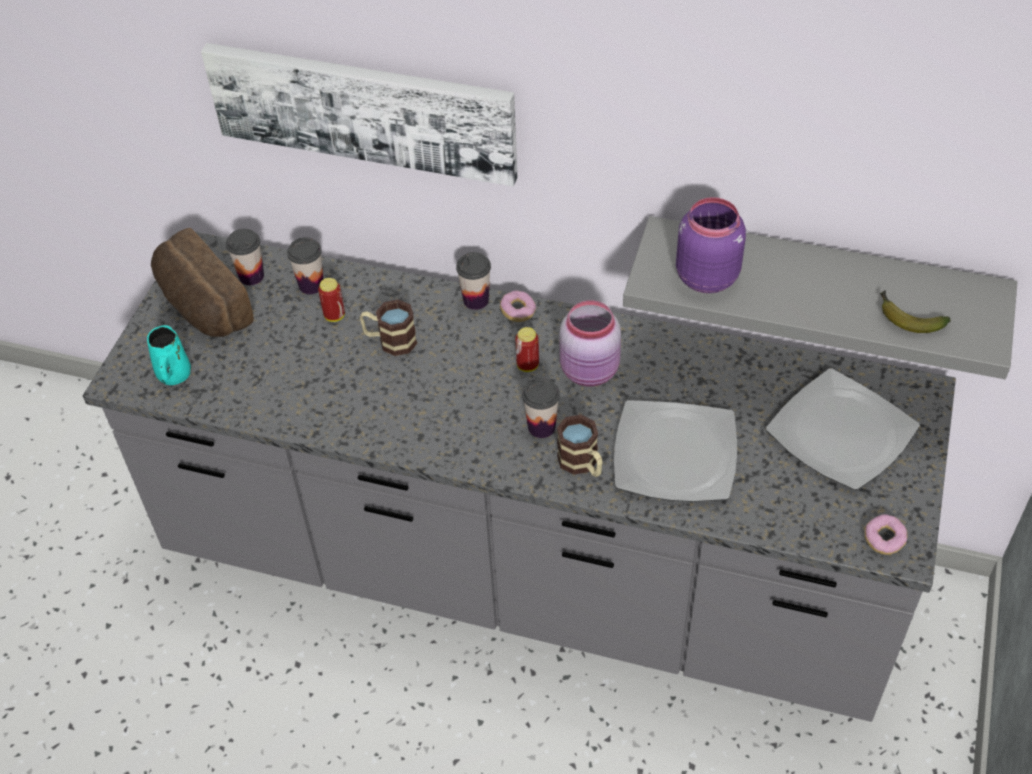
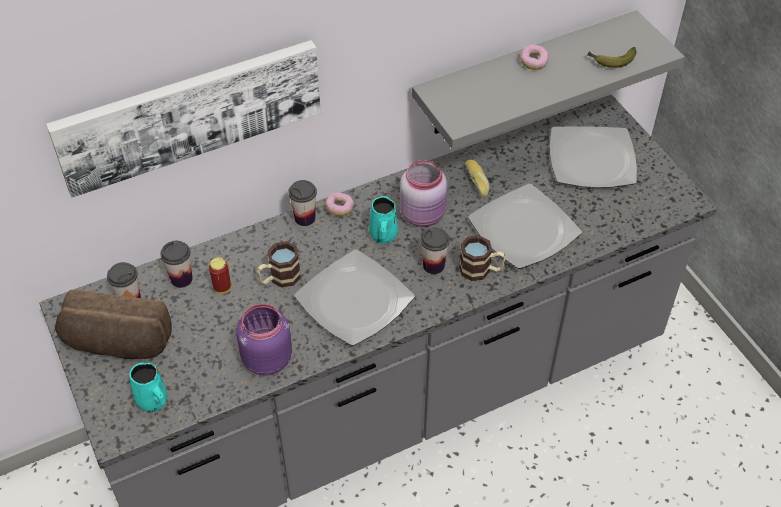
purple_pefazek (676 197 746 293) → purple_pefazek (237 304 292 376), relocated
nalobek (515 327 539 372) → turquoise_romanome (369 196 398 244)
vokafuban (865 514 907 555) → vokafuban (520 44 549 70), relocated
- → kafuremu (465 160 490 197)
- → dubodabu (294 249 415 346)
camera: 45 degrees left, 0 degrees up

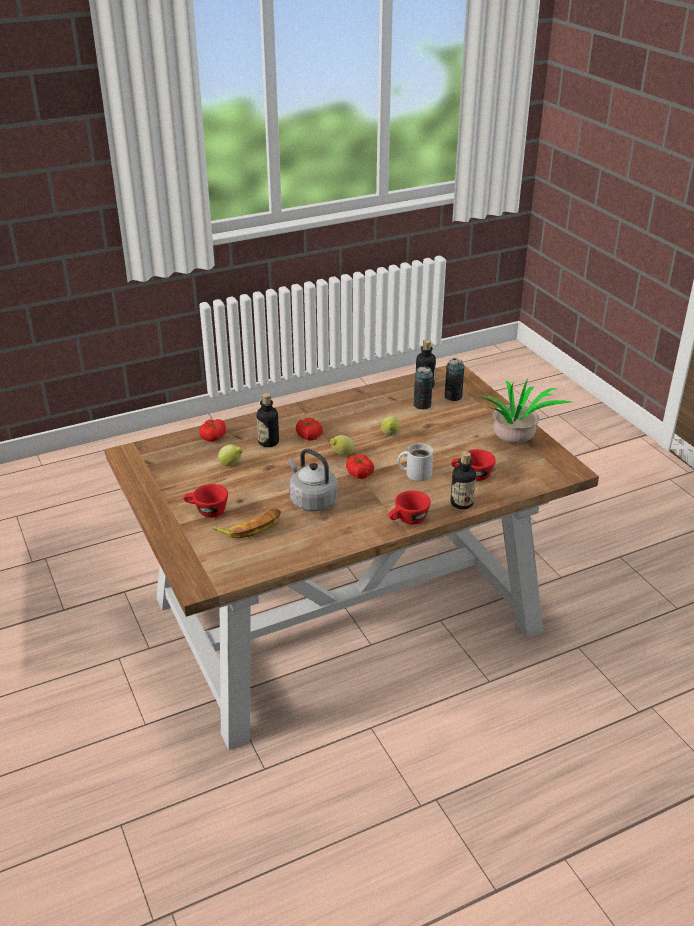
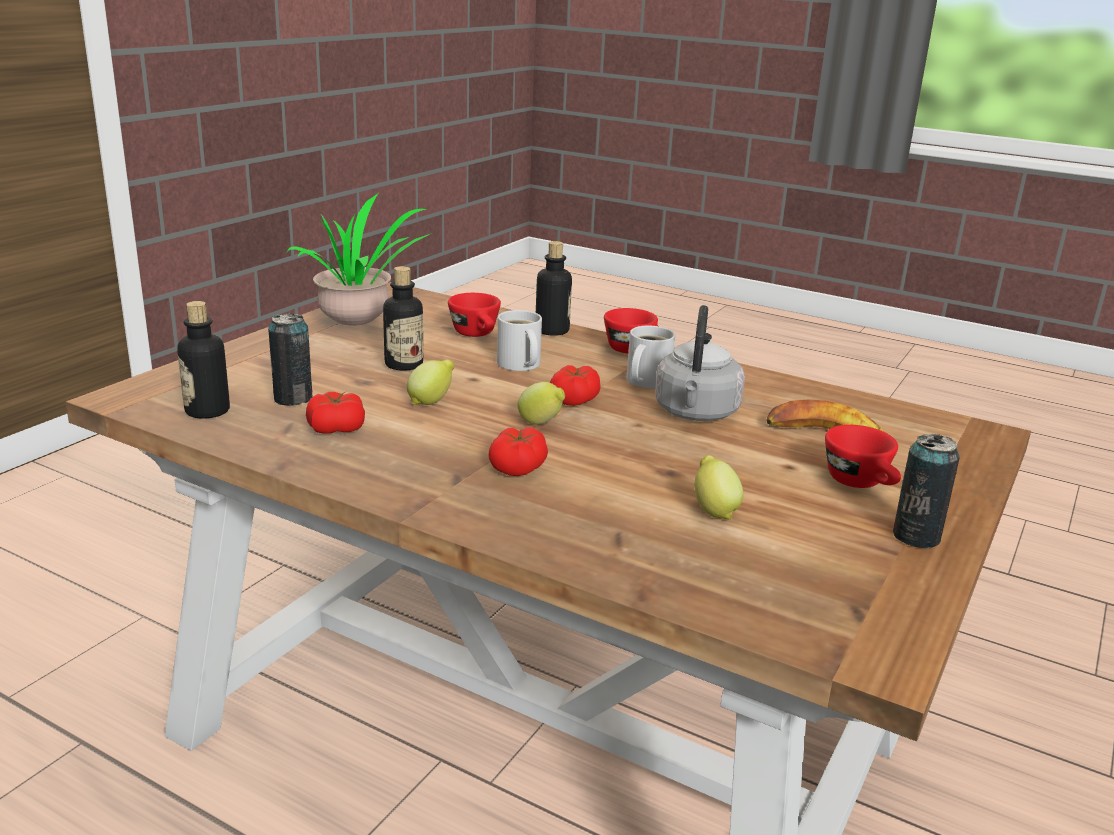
nalobek (444 358 464 401) → nalobek (893 434 960 548), relocated
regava (257 393 279 447) → regava (383 266 423 371), relocated
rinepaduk (199 419 226 442) → rinepaduk (306 392 365 434), relocated
- → white_romanome (627 326 675 388)
camera: 125 degrees left, 10 degrees down

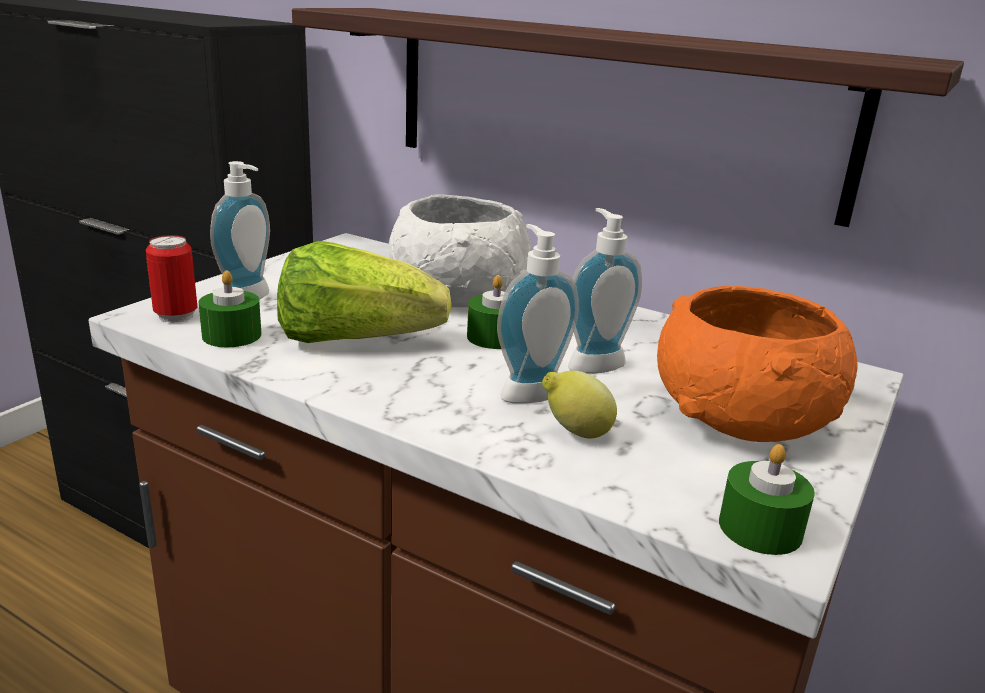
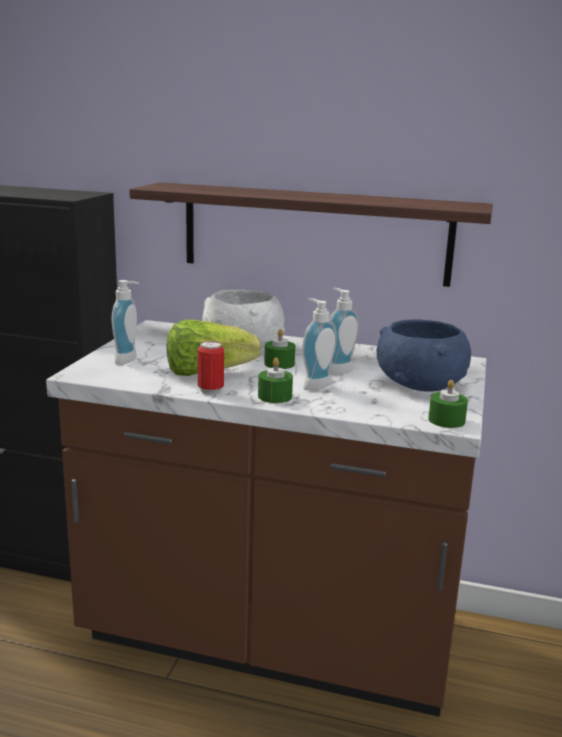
nalobek (146 235 197 323) → nalobek (198 341 224 394), relocated
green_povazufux (198 270 262 347) → green_povazufux (258 358 293 403), relocated
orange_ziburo (657 286 858 442) → blue_ziburo (377 319 471 391)
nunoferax (542 371 617 439) → -
camera: 15 degrees left, 5 degrees down

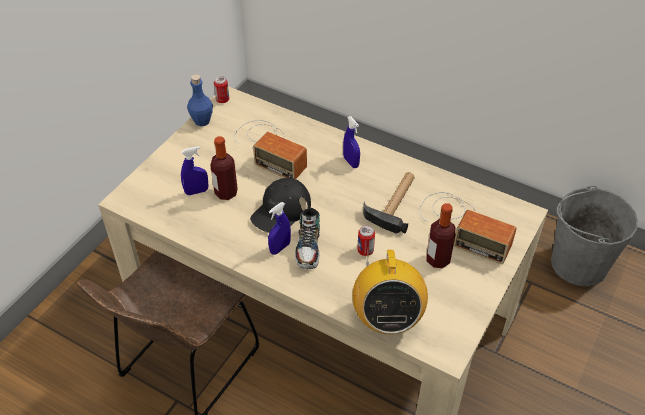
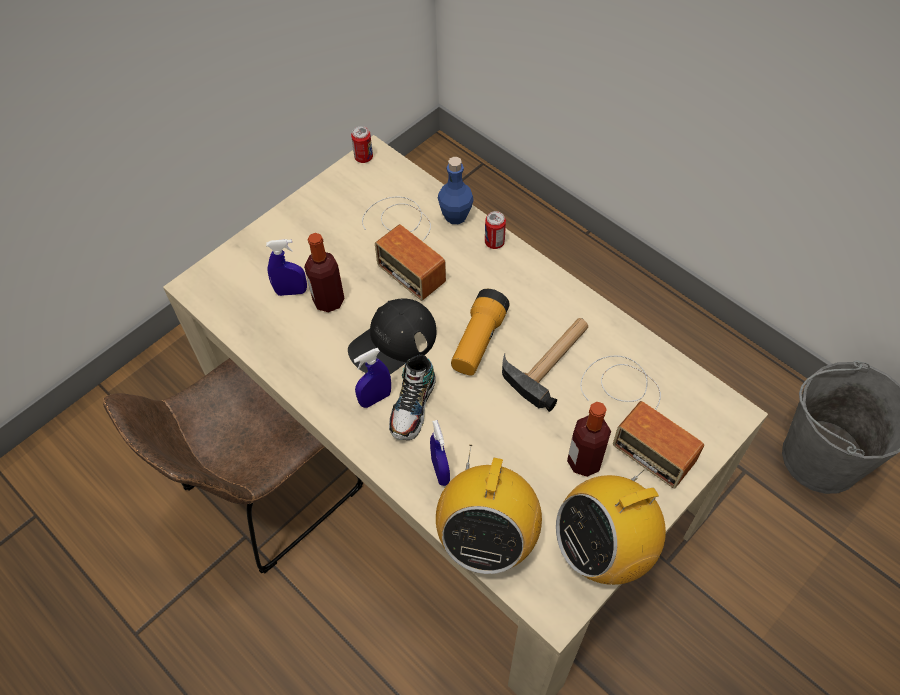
blue_regava (187 74 213 126) → blue_regava (438 157 474 224), relocated
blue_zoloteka (343 116 360 168) → blue_zoloteka (430 420 450 486), relocated
nalobek (357 225 375 256) → nalobek (485 211 506 249), relocated
- → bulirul (451 289 510 375)
- → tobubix (556 464 666 585)
camera: 15 degrees right, 10 degrees up

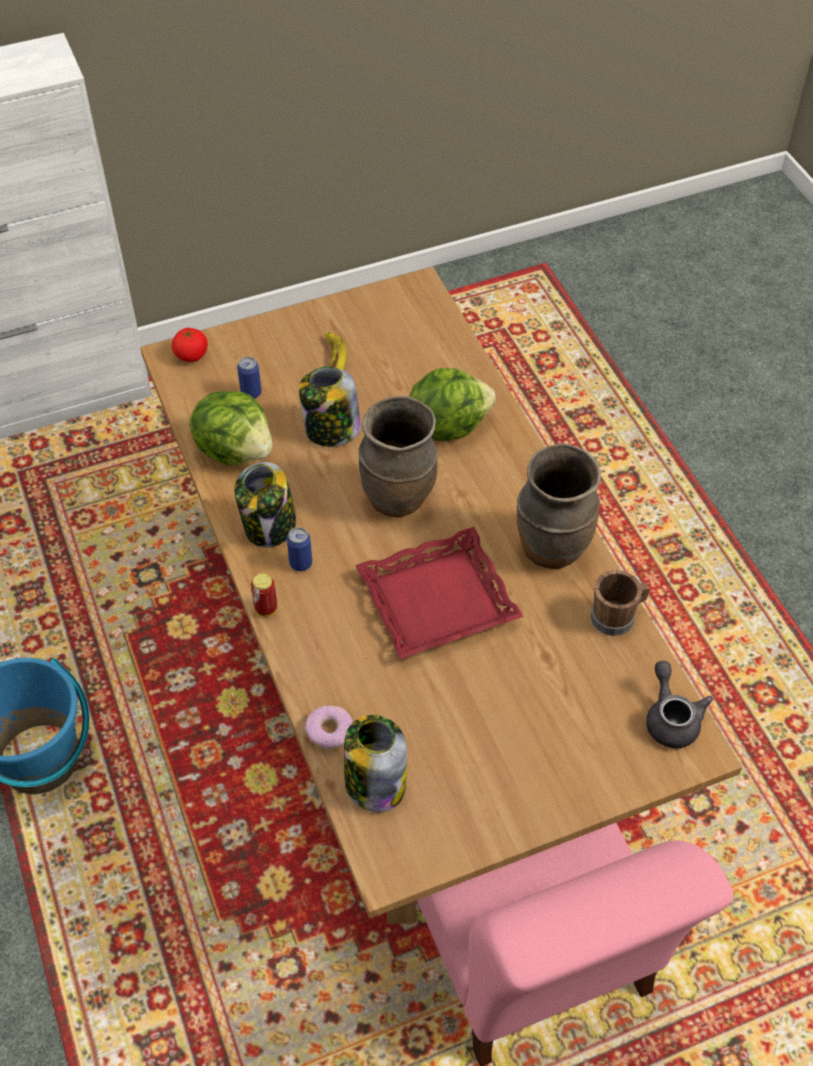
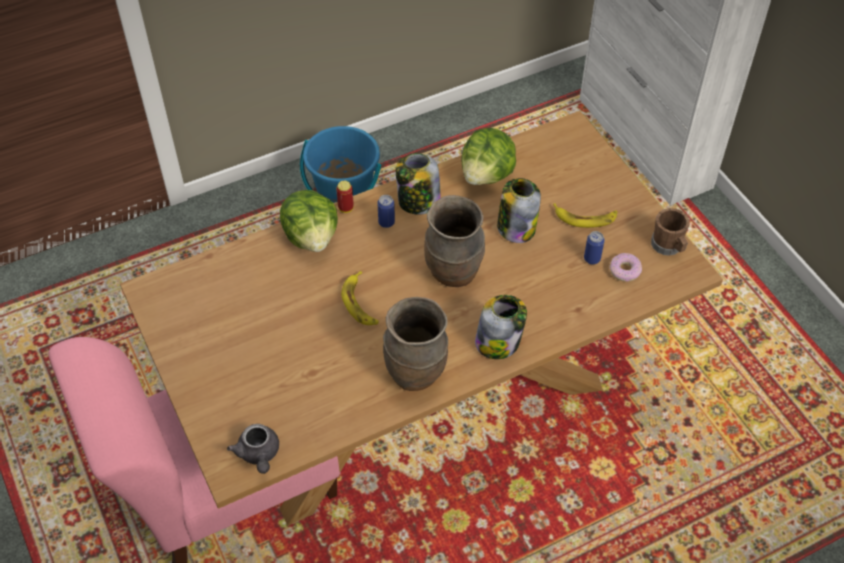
rinepaduk (172 328 208 362) → -
nalobek (237 356 262 399) → nalobek (584 231 605 264), relocated
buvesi (409 368 496 442) → buvesi (280 190 338 252), relocated
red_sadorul (355 527 523 659) → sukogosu (341 271 379 325)
brown_romanome (590 570 650 636) → brown_romanome (651 208 690 256), relocated
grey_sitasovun (646 661 713 748) → grey_sitasovun (227 424 279 474), 90 degrees clockwise
vokafuban (305 706 353 750) → vokafuban (609 253 642 282), relocated
pefazek (344 715 407 812) → pefazek (475 295 527 359), relocated
camera: 85 degrees right, 0 degrees up

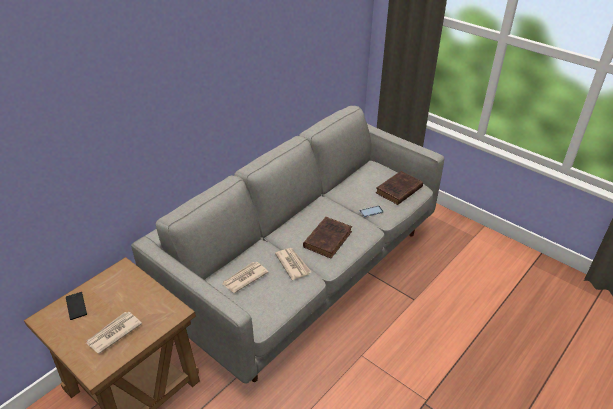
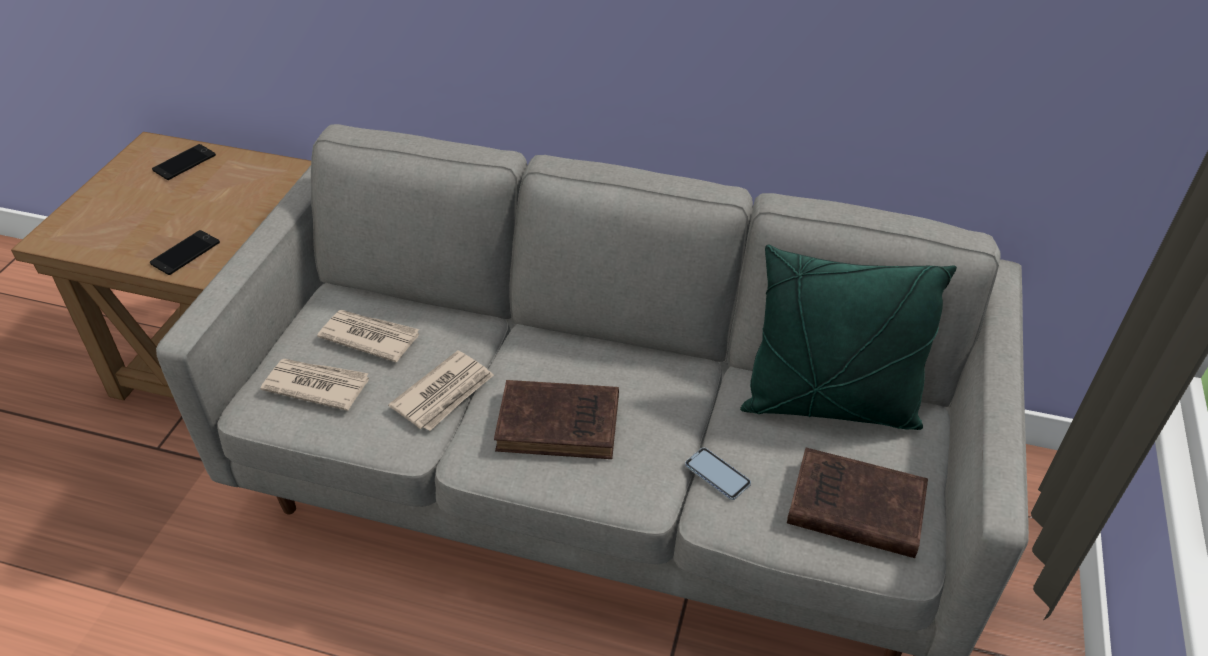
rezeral (86 312 142 354) → rezeral (260 359 369 411), relocated
- → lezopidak (150 230 220 275)
- → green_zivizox (740 244 957 430)
camera: 65 degrees right, 5 degrees up

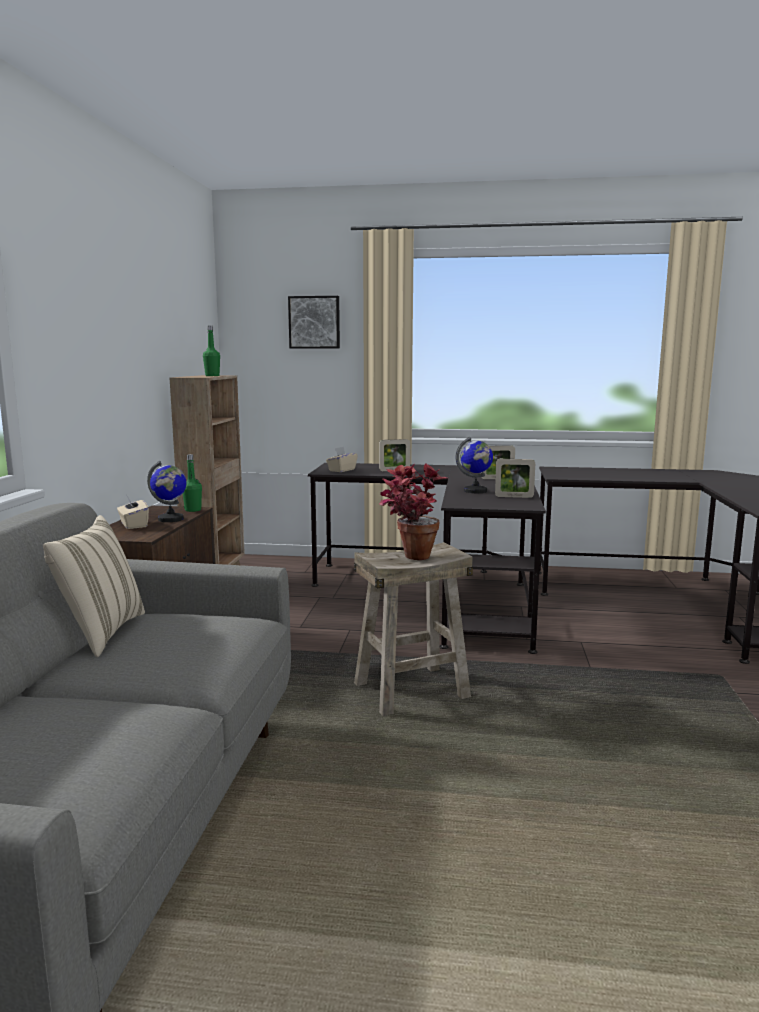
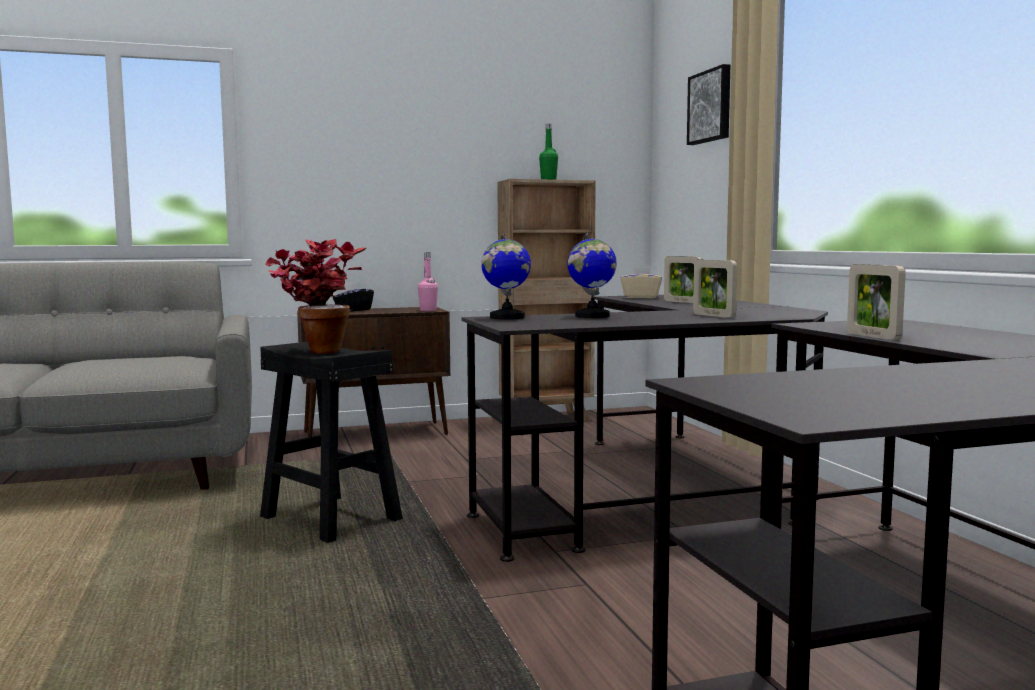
green_regava (183 454 202 512) → pink_regava (418 253 438 311)
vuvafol (495 459 535 498) → vuvafol (847 264 906 340), relocated
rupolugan (147 461 187 522) → rupolugan (481 233 531 320), relocated
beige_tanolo (117 494 149 529) → black_tanolo (333 281 374 311)
beige_zivizox (43 515 145 657) → -
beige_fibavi (354 542 473 716) → black_fibavi (260 342 403 543)
camera: 65 degrees right, 5 degrees down

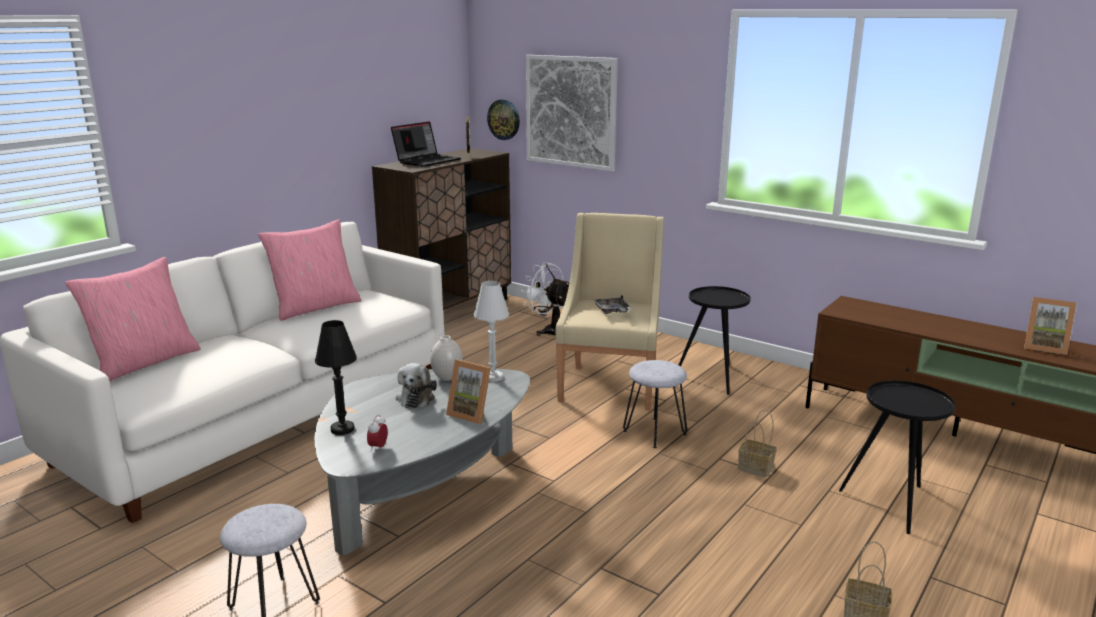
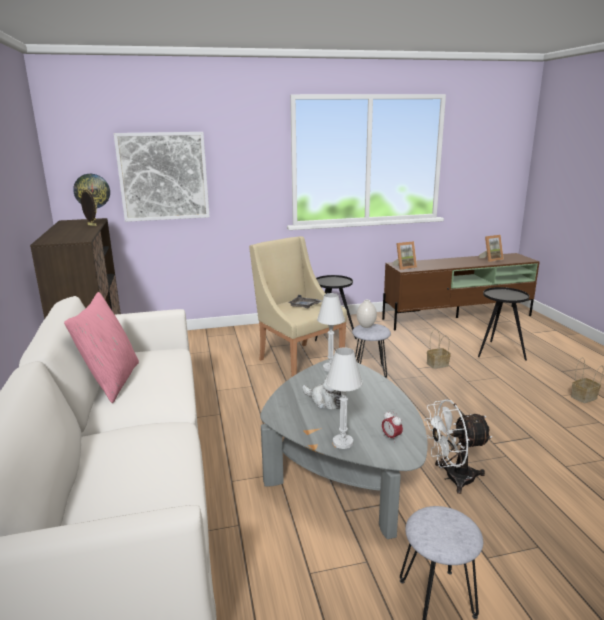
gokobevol (391 121 461 167) → -
pink_zivizox (65 257 201 382) → -
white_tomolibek (522 262 569 336) → white_tomolibek (424 399 492 494), relocated
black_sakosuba (315 320 357 435) → white_sakosuba (326 348 362 449)
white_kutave (430 335 463 381) → white_kutave (357 300 377 328), relocated
vuvafol (446 360 491 424) → vuvafol (393 241 417 270), relocated
camera: 50 degrees left, 0 degrees up

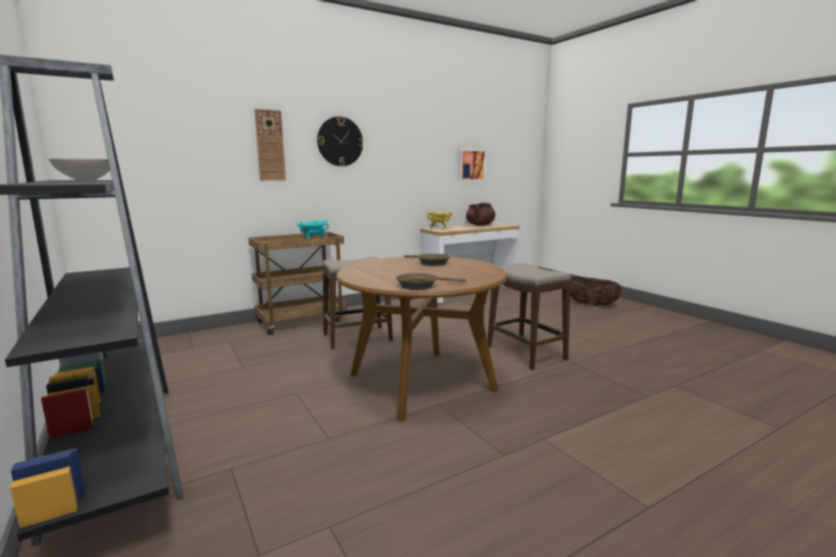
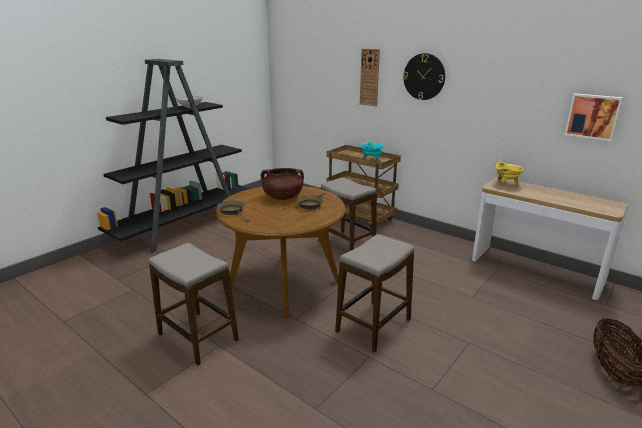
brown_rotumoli (466 203 495 226) → brown_rotumoli (261 168 304 200), relocated
- → fibavi (149 243 239 366)
camera: 70 degrees right, 10 degrees up

